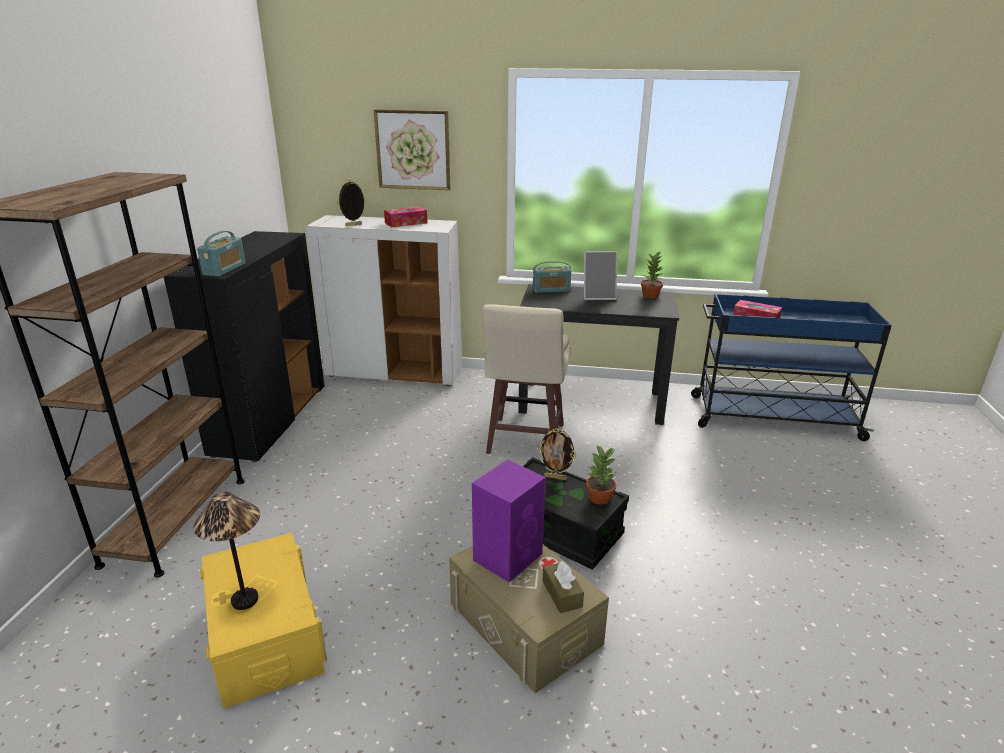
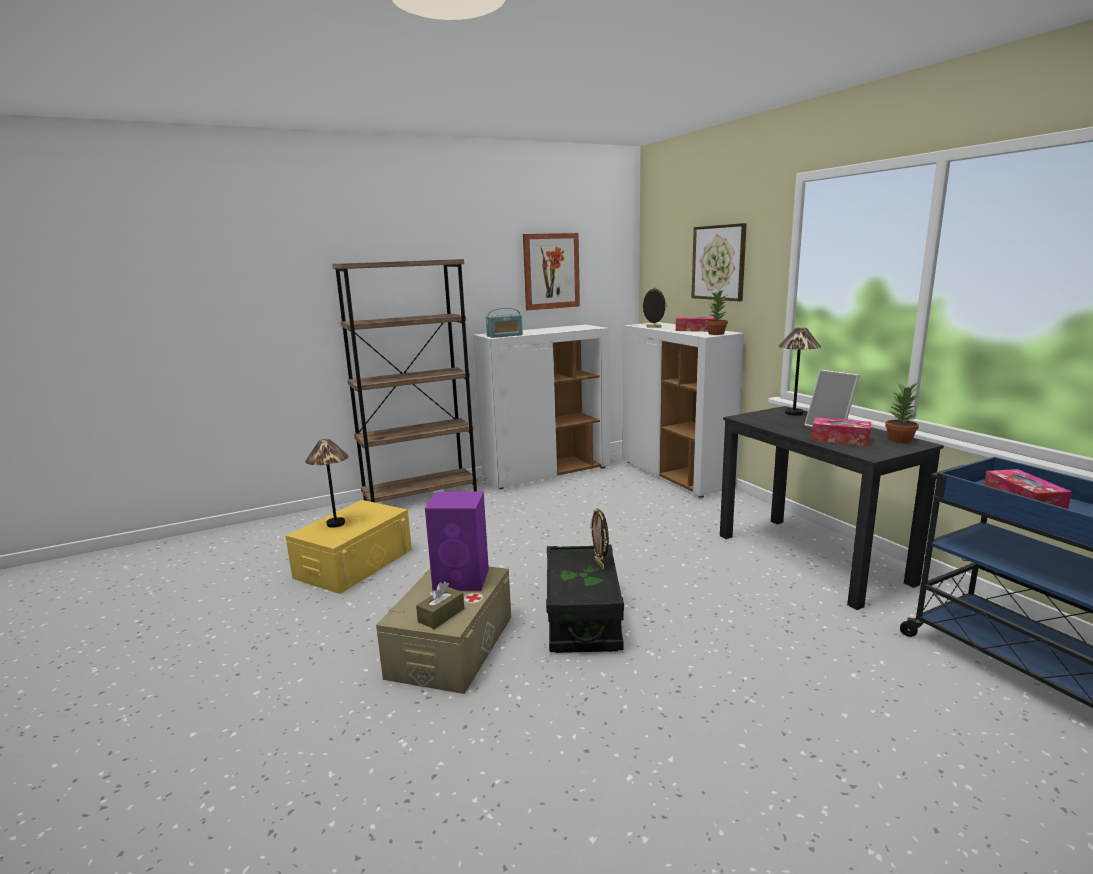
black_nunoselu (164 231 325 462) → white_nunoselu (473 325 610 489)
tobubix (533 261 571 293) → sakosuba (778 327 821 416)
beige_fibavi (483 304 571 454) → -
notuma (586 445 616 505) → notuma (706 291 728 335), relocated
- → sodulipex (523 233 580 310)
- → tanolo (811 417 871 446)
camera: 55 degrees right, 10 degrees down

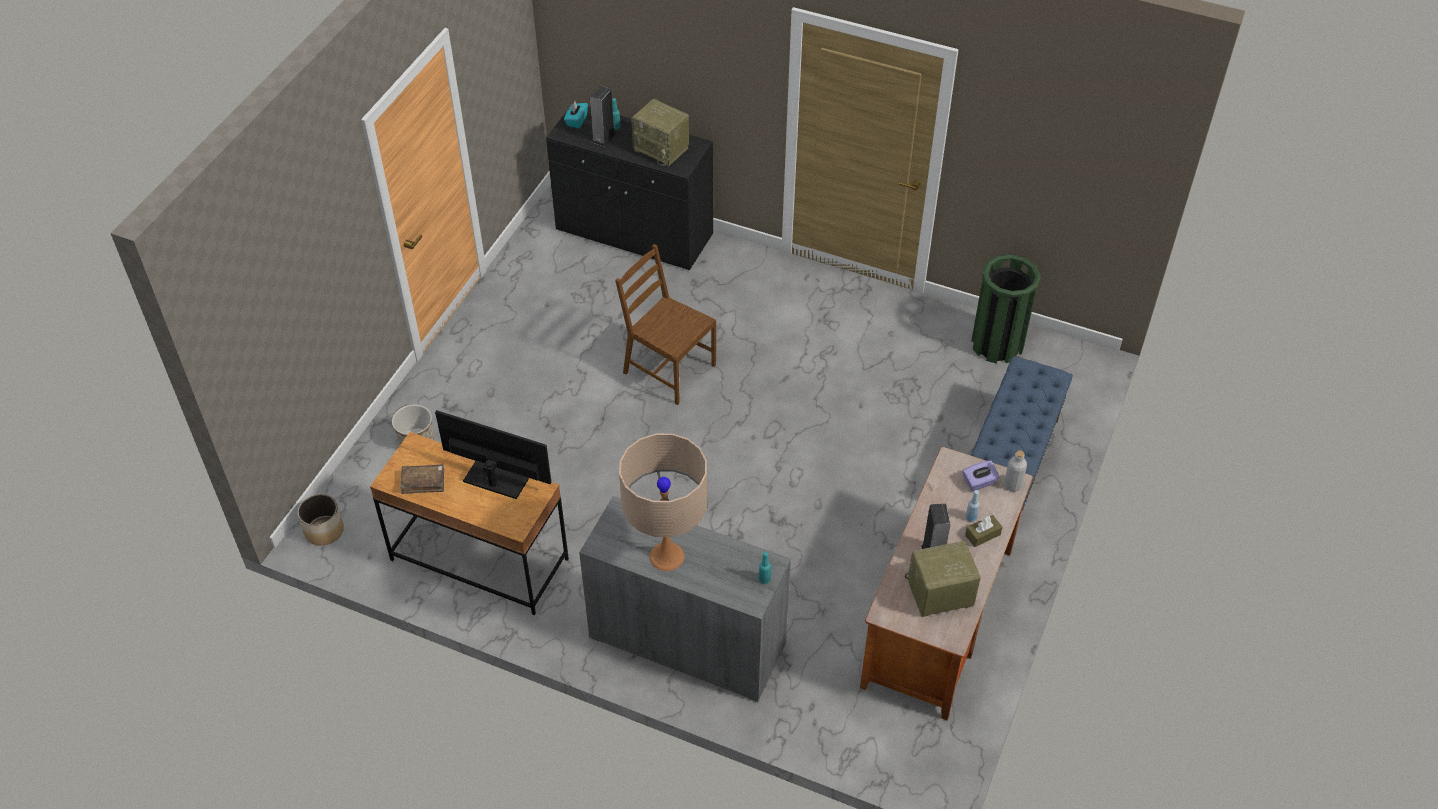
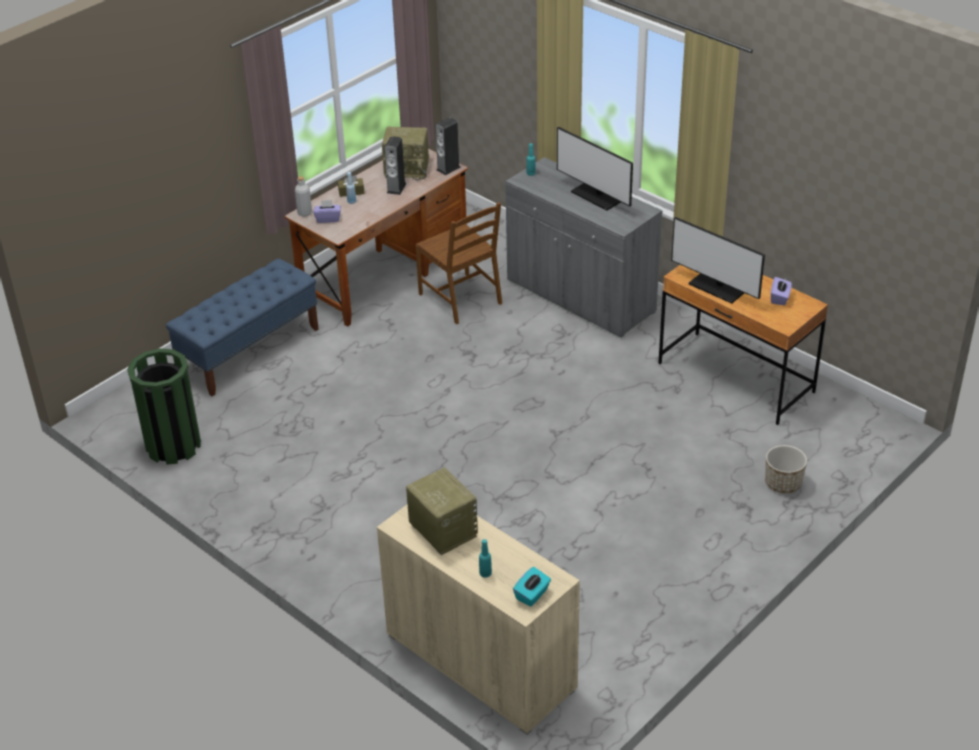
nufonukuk (590 86 615 147) → nufonukuk (435 117 461 175), relocated
black_nunoselu (546 102 713 270) → beige_nunoselu (377 504 580 735)
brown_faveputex (615 244 716 405) → brown_faveputex (415 202 502 324), relocated
beige_sakosuba (619 434 707 571) → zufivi (557 127 633 211)
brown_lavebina (400 464 444 494) → purple_tanolo (771 277 792 305)
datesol (298 494 344 546) → -
camera: 160 degrees left, 10 degrees down

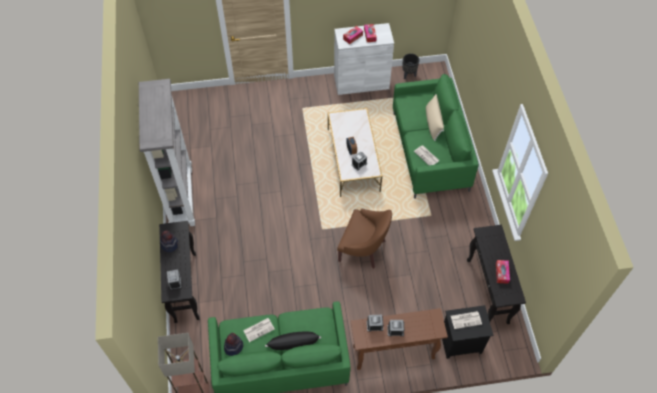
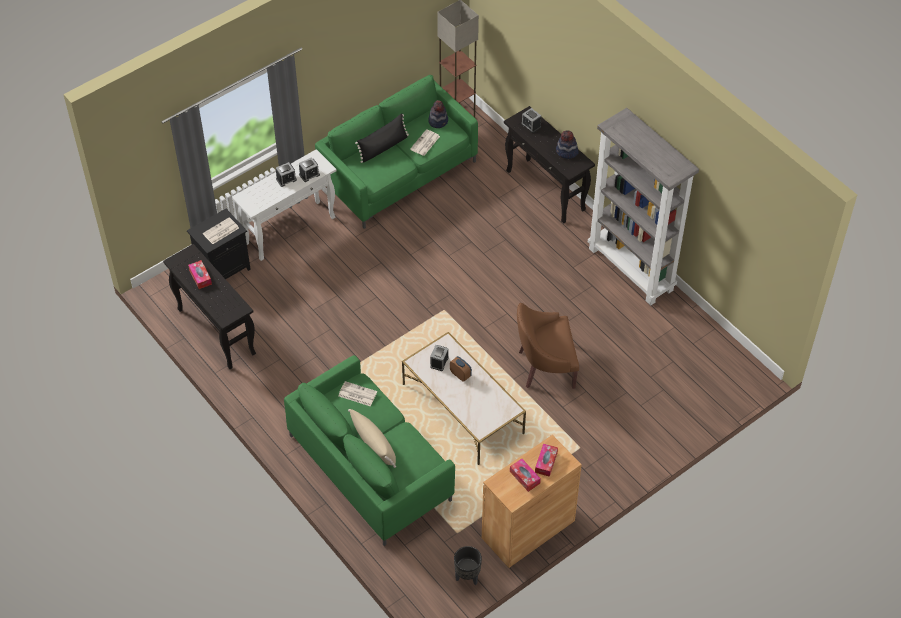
white_nunoselu (334 23 394 95) → brown_nunoselu (482 435 582 568)
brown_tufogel (337 208 392 269) → brown_tufogel (517 303 579 389), relocated
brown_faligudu (350 308 448 370) → white_faligudu (232 149 336 261)
camera: 150 degrees right, 5 degrees down

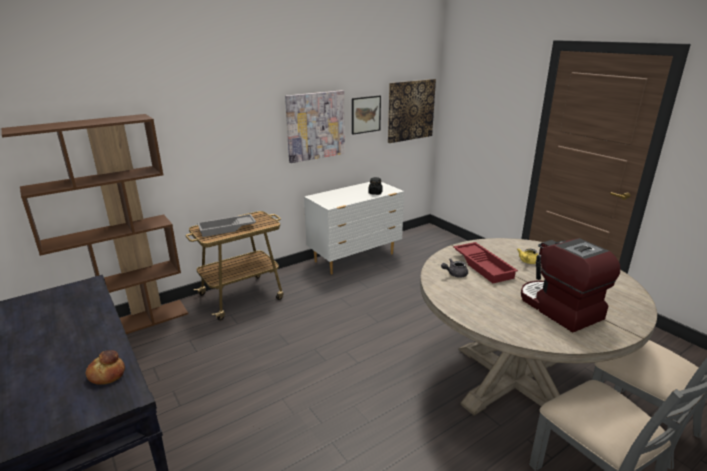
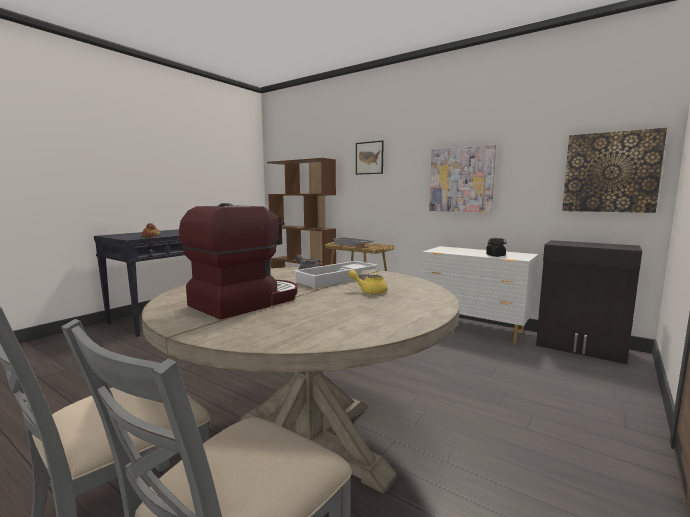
sodulipex (352 96 381 135) → sodulipex (356 140 384 175), relocated
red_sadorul (453 242 518 283) → white_sadorul (293 261 379 288)
- → black_nunoselu (536 240 642 364)
camera: 70 degrees right, 15 degrees down

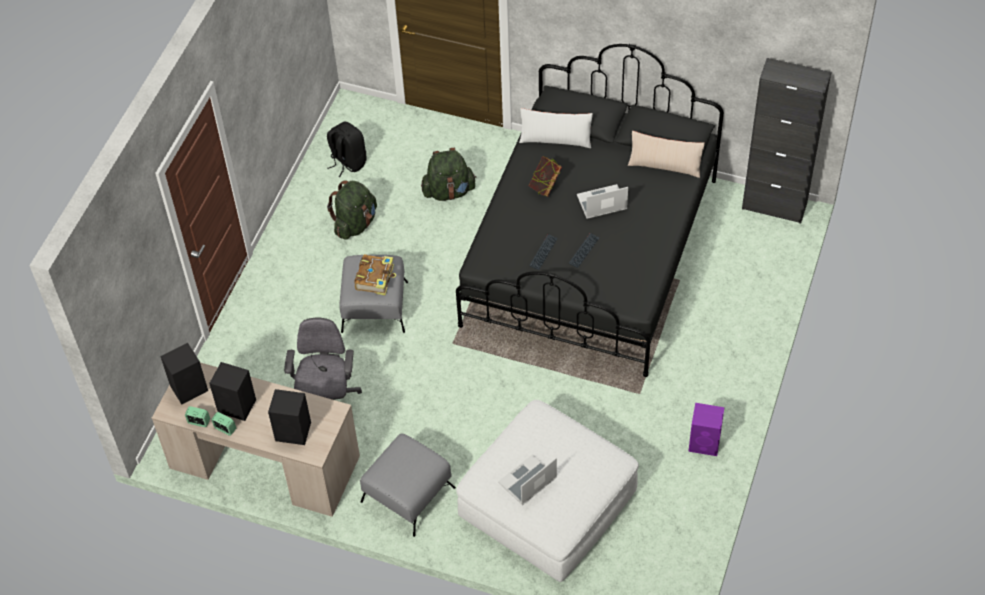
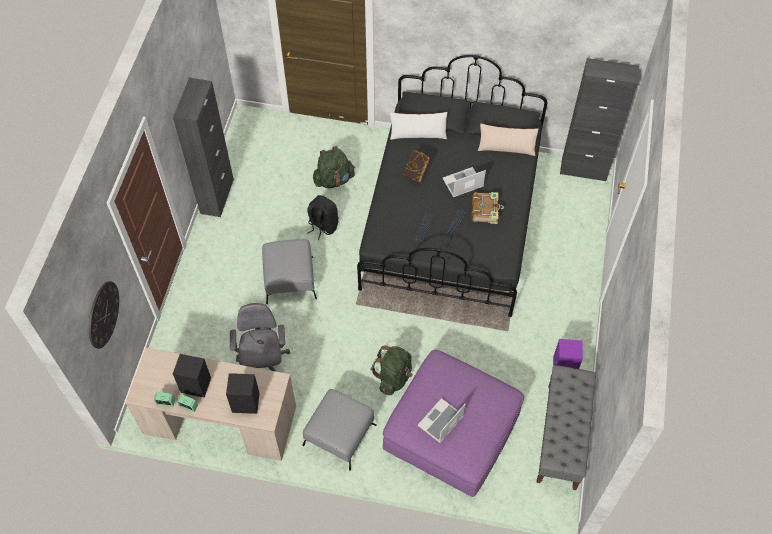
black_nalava (327 122 367 177) → black_nalava (307 195 338 240), relocated
green_nalava (327 180 377 240) → green_nalava (371 346 413 395), relocated
lavebina (354 254 396 296) → lavebina (472 192 504 224), relocated
black_nufonukuk (160 343 208 404) → -
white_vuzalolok (456 400 639 582) → purple_vuzalolok (383 350 524 497)
- → black_nunoselu (173 78 234 217)
- → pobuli (89 281 119 349)
- → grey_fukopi (536 365 596 490)
camera: 10 degrees left, 5 degrees up

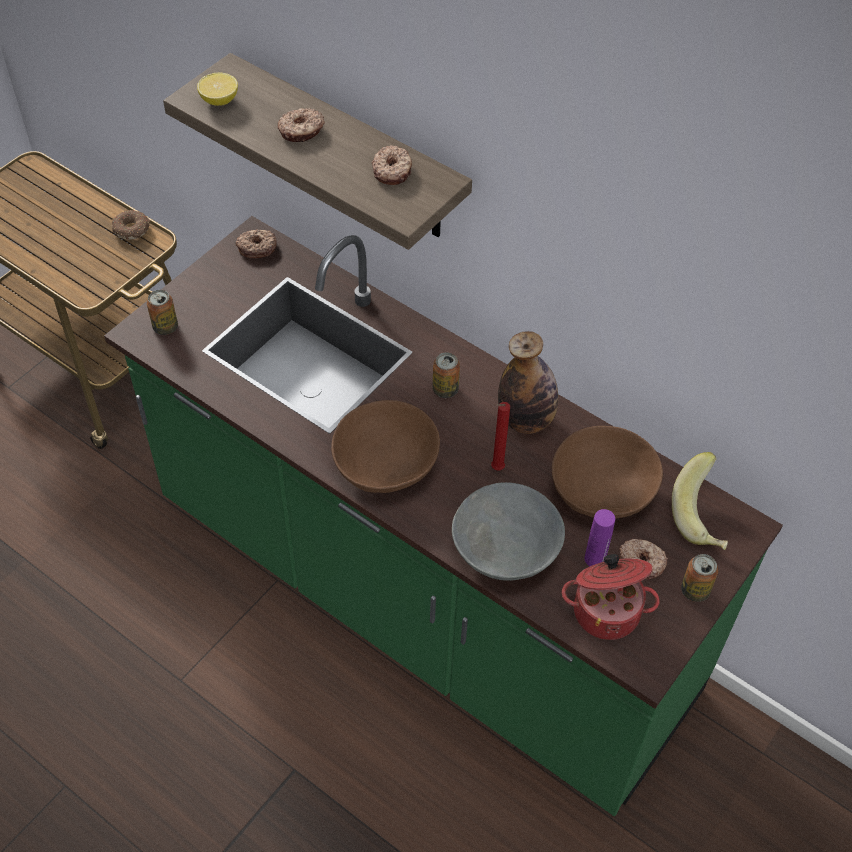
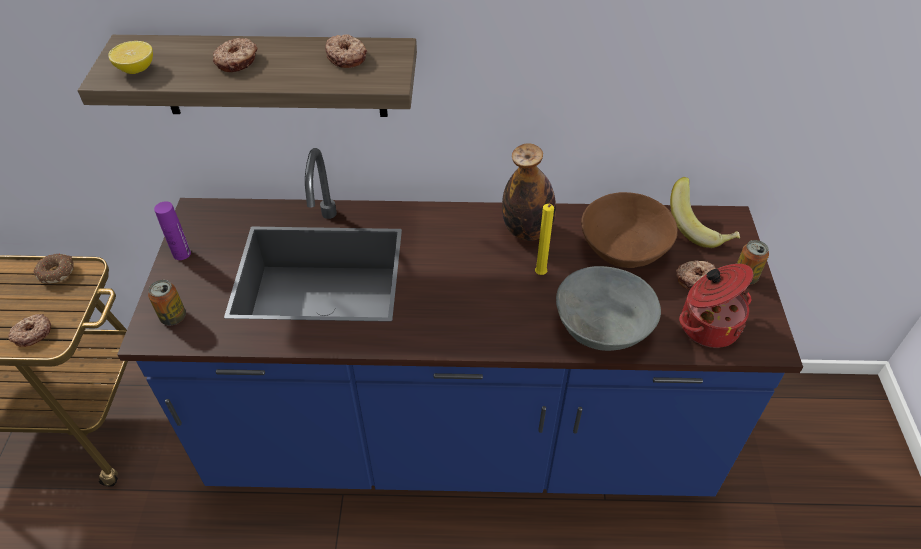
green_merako (104 216 783 816) → blue_merako (117 148 803 496)
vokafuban (235 229 277 258) → vokafuban (8 314 51 347), relocated
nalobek (432 352 460 398) → -
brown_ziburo (331 400 440 493) → -
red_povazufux (491 402 510 471) → yellow_povazufux (535 204 554 275)
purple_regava (585 509 615 566) → purple_regava (154 201 191 260), relocated
camera: 35 degrees left, 5 degrees down

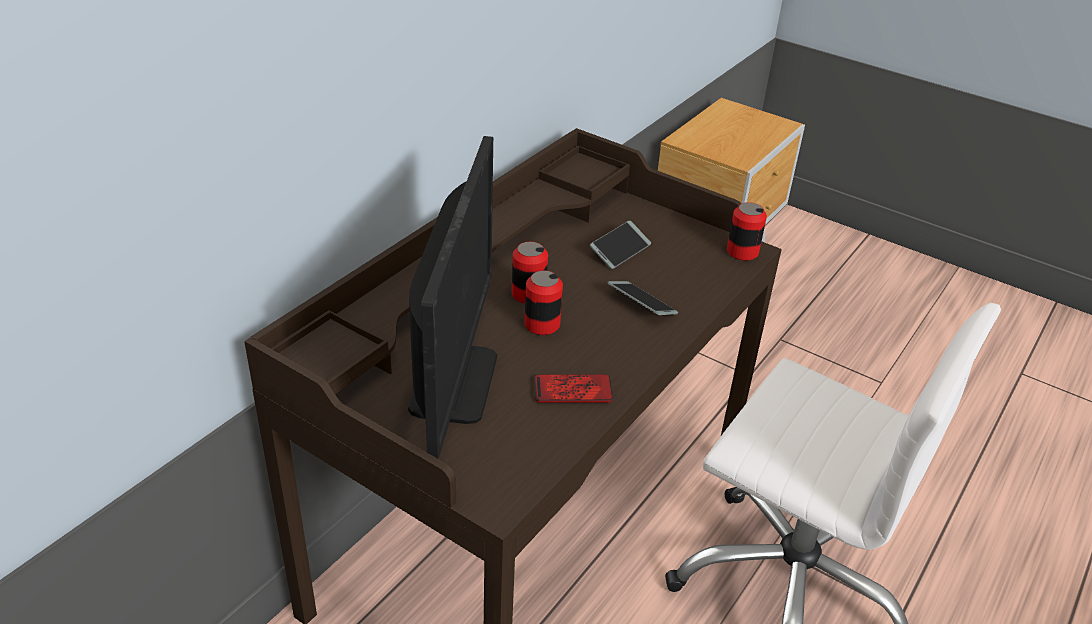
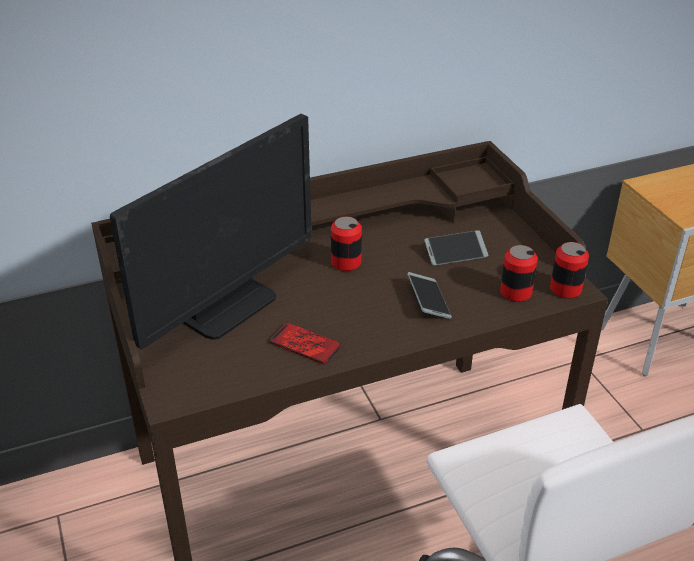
nalobek (524 271 563 335) → nalobek (500 245 538 302), relocated
camera: 35 degrees right, 0 degrees up

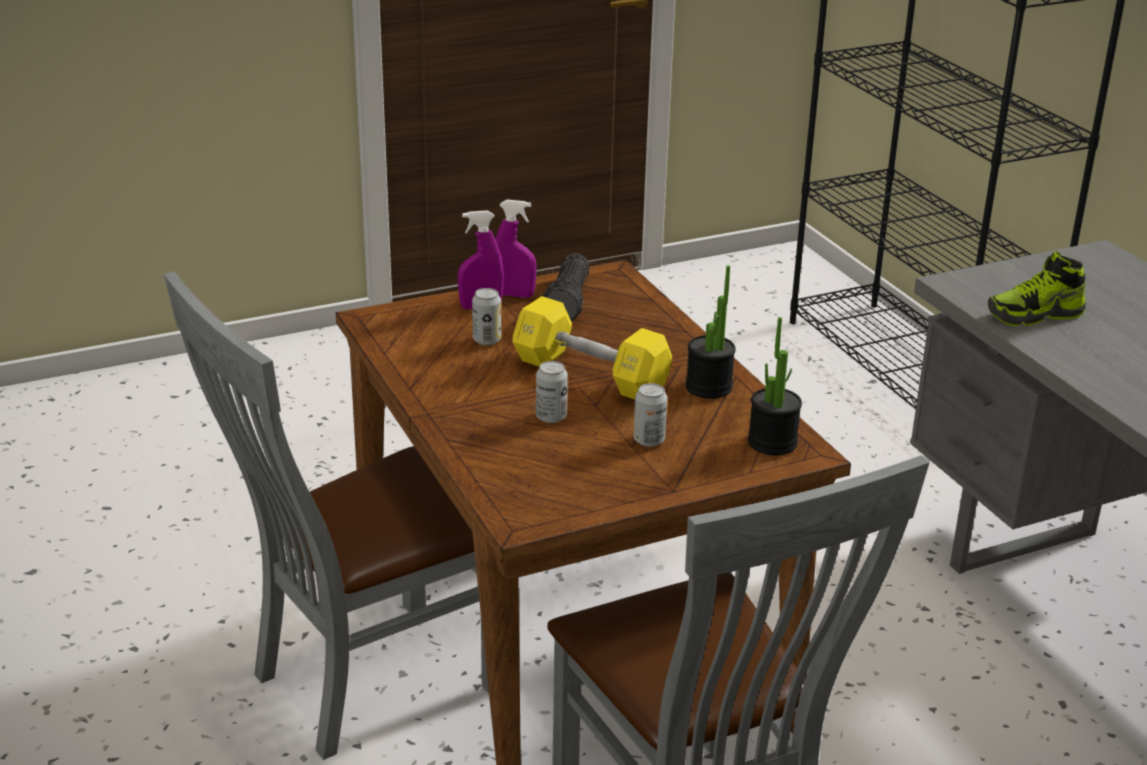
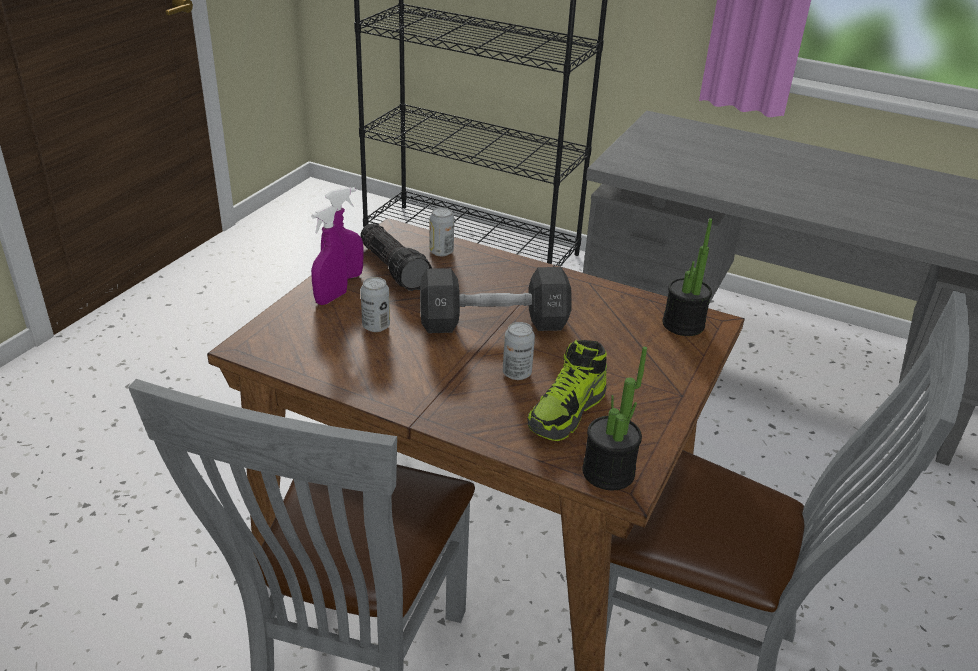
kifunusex (988 251 1086 326) → kifunusex (528 340 607 441), relocated
notuma (686 265 736 399) → notuma (582 346 647 490), relocated
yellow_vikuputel (512 296 672 399) → black_vikuputel (420 267 571 333)
nalobek (633 383 667 447) → nalobek (429 207 454 256), relocated
camera: 40 degrees left, 5 degrees up

